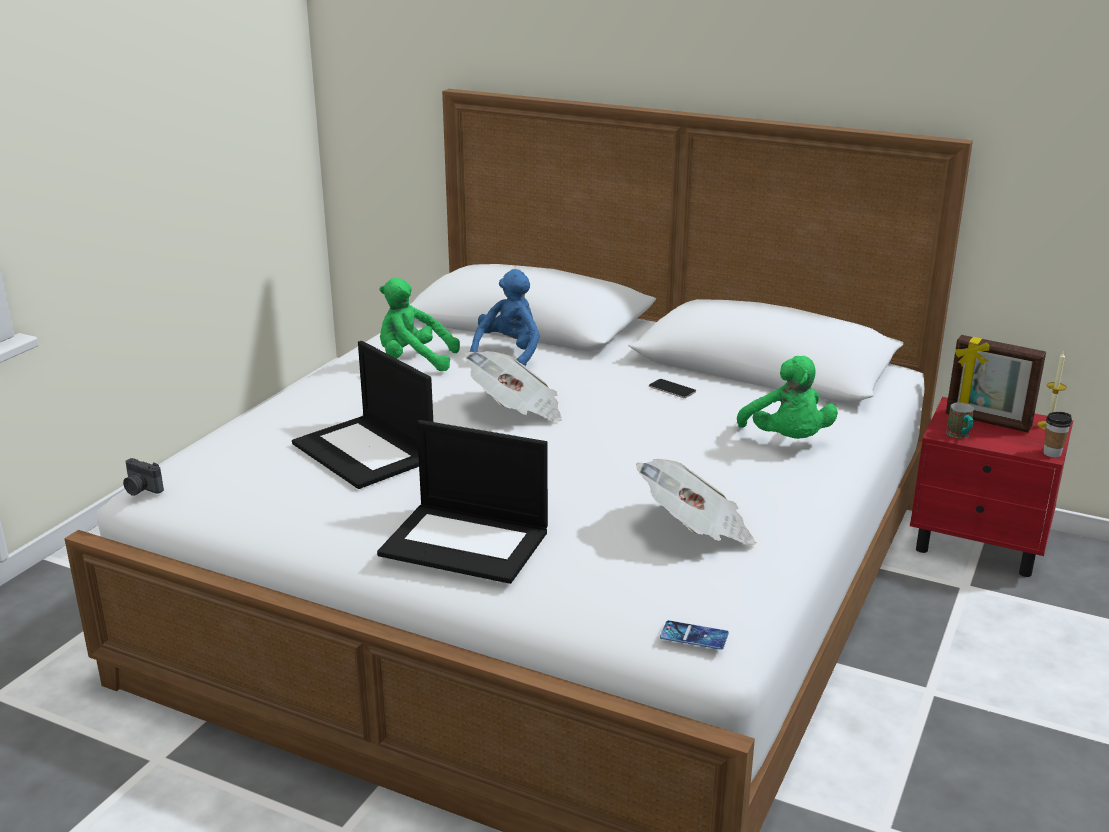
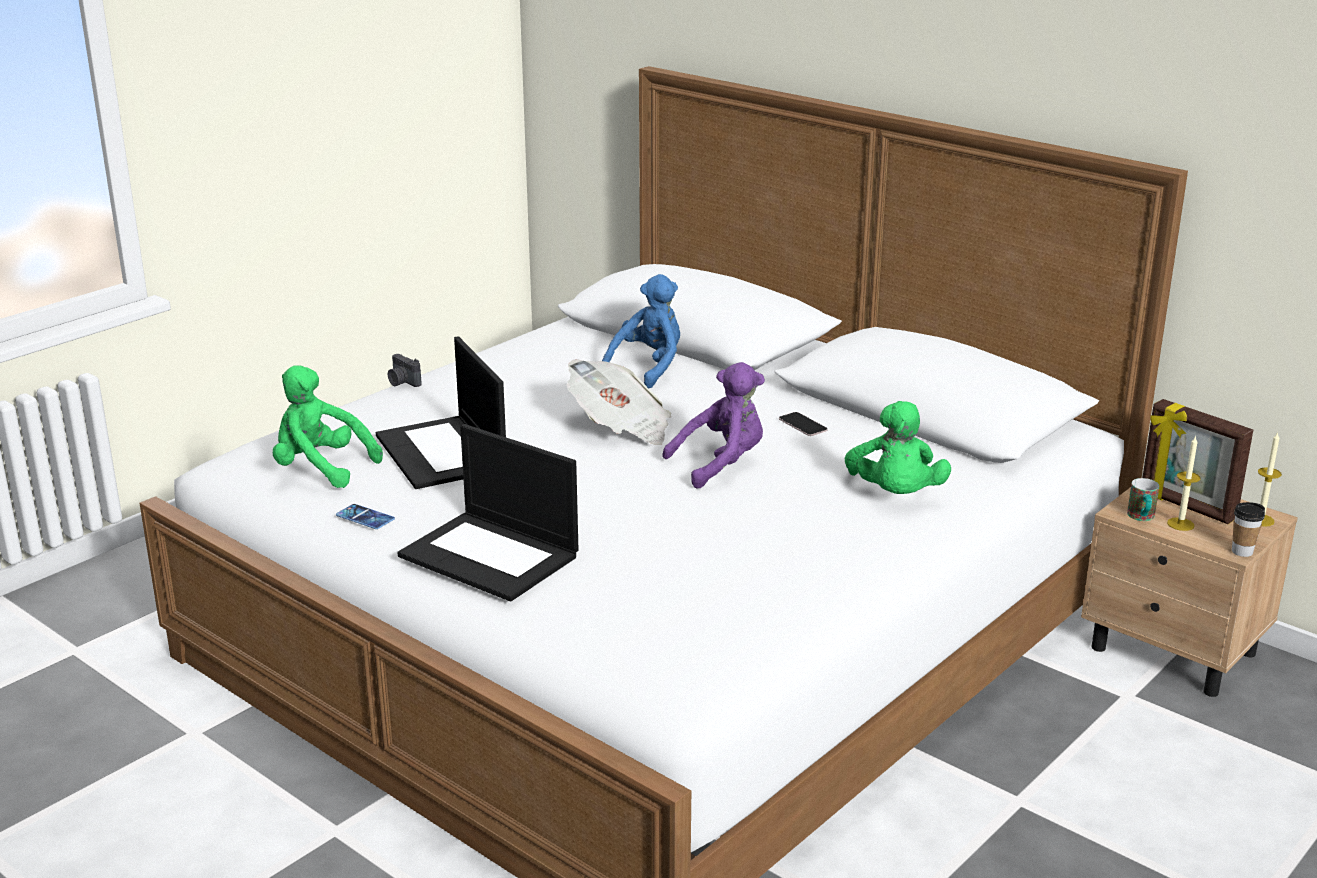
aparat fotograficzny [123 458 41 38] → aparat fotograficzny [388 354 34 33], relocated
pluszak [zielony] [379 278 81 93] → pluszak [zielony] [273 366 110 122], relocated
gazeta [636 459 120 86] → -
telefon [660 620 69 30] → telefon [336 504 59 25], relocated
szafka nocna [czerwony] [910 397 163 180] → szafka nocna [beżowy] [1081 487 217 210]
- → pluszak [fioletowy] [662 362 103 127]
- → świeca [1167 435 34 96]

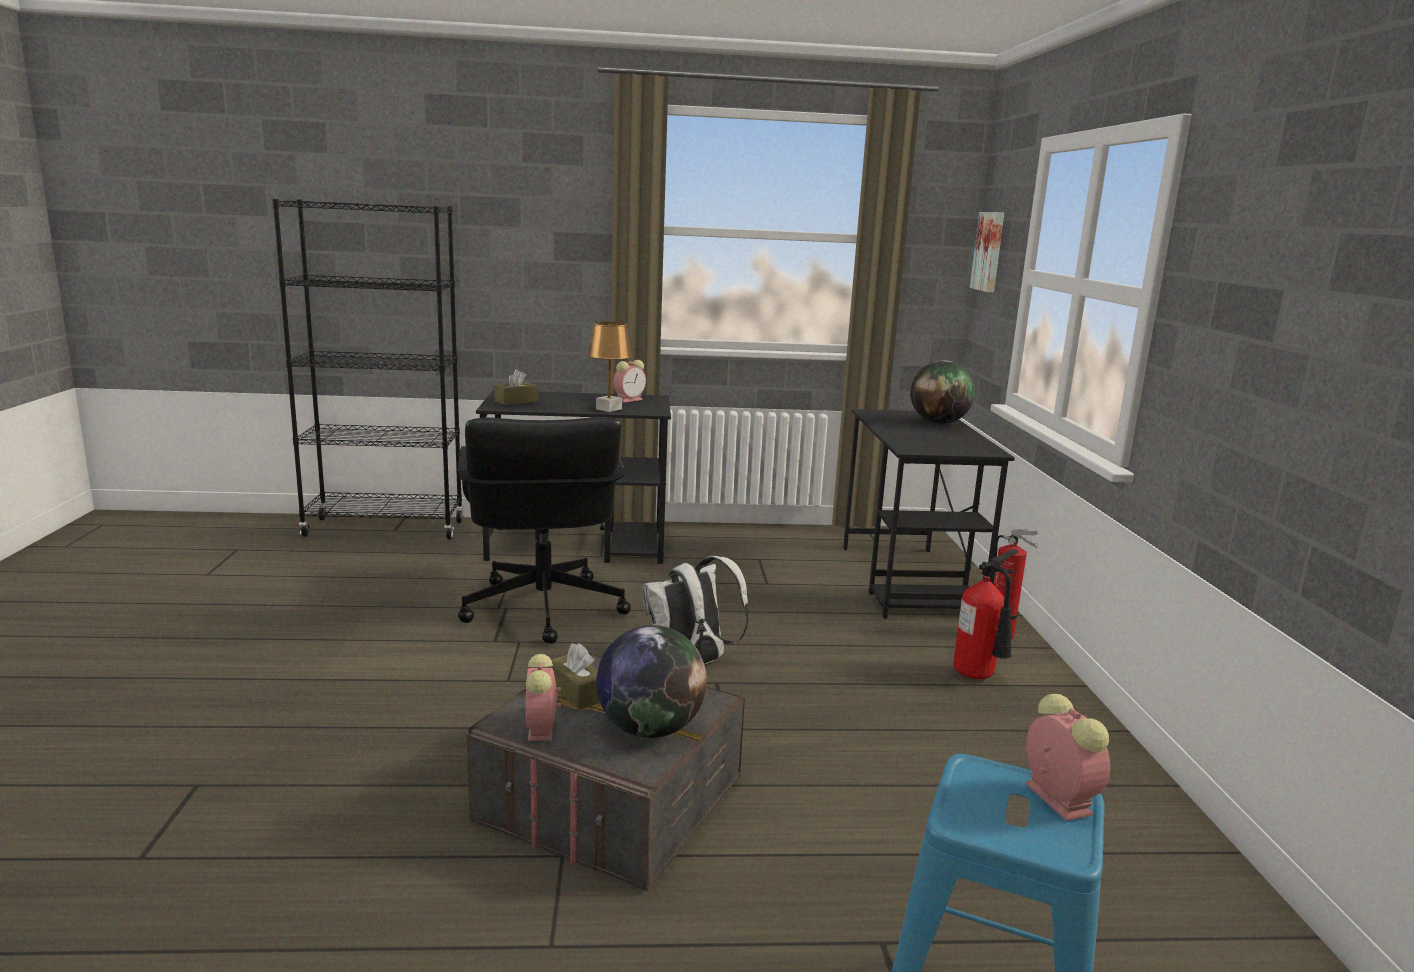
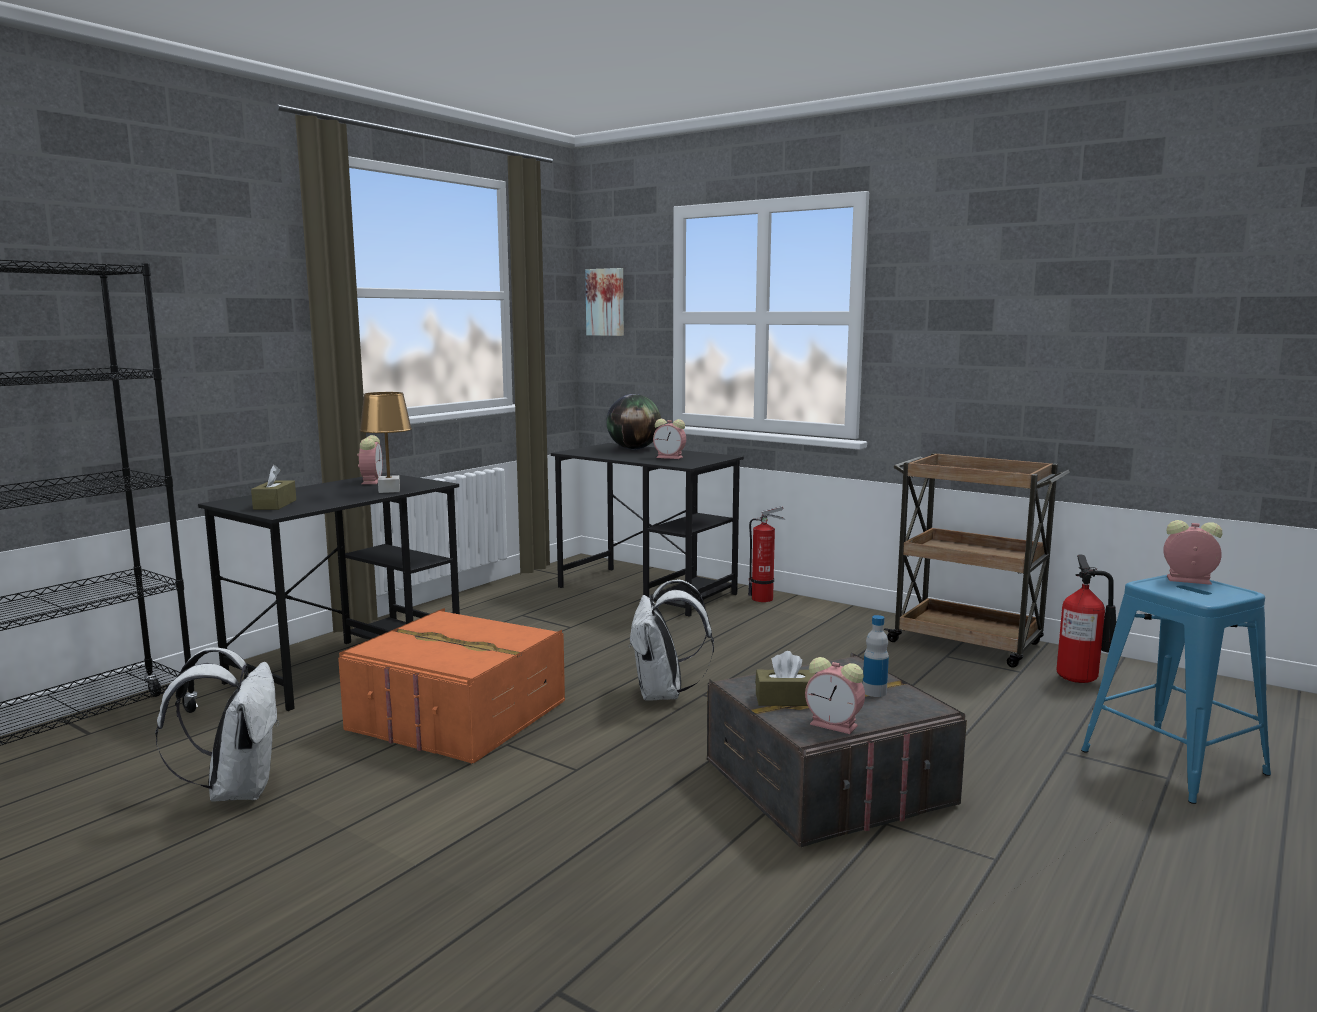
krzesło biurowe [czarny] [458 417 173 227] → pojemnik do przechowywania [pomarańczowy] [338 608 227 155]
globus [596 625 111 113] → butelka [863 615 26 82]
gaśnica [953 549 65 130] → gaśnica [1057 555 59 128], relocated
- → plecak [biały] [155 647 125 155]
- → budzik [653 419 33 40]
- → wózek [brązowy] [883 453 187 215]

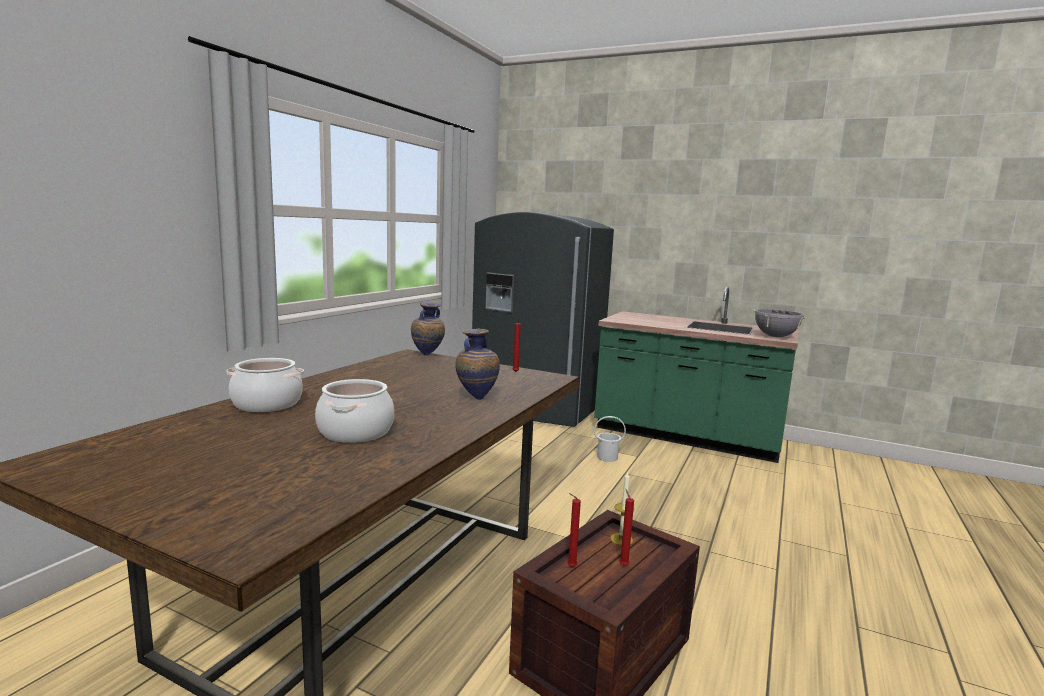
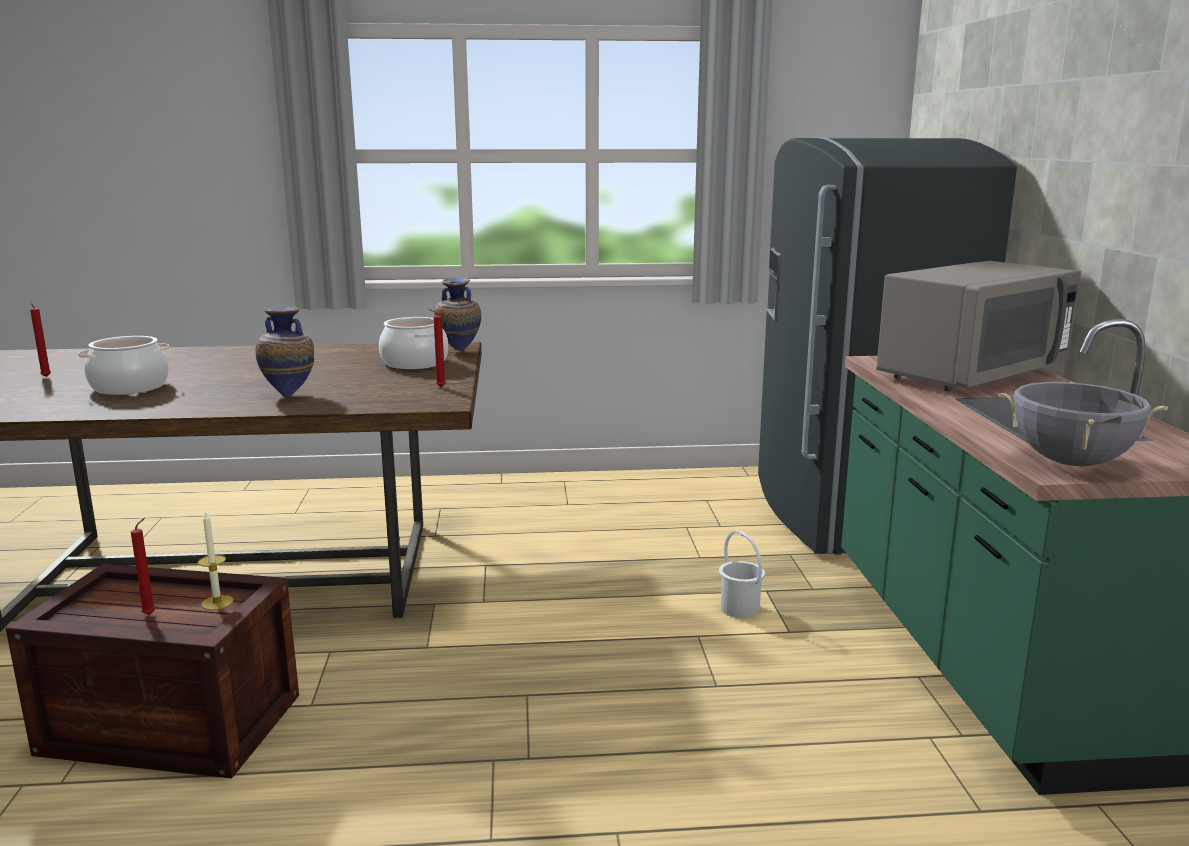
garnek [226 358 78 54] → garnek [379 317 69 52], relocated
świeca [czerwony] [567 493 14 74] → świeca [czerwony] [30 300 21 77], relocated
- → mikrofalówka [szary] [876 261 205 130]

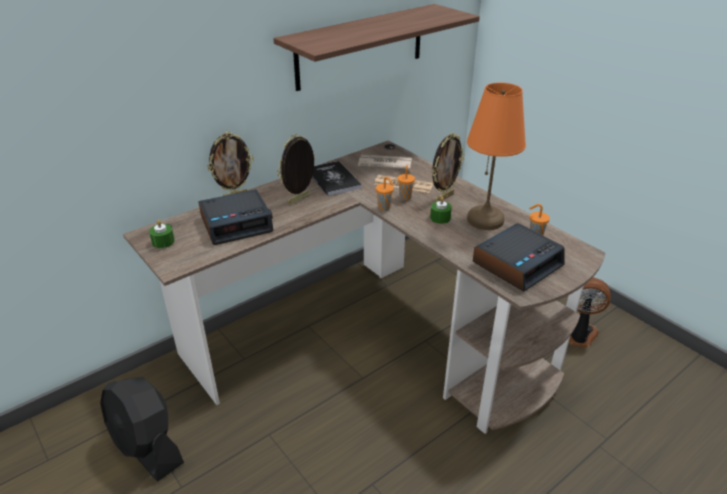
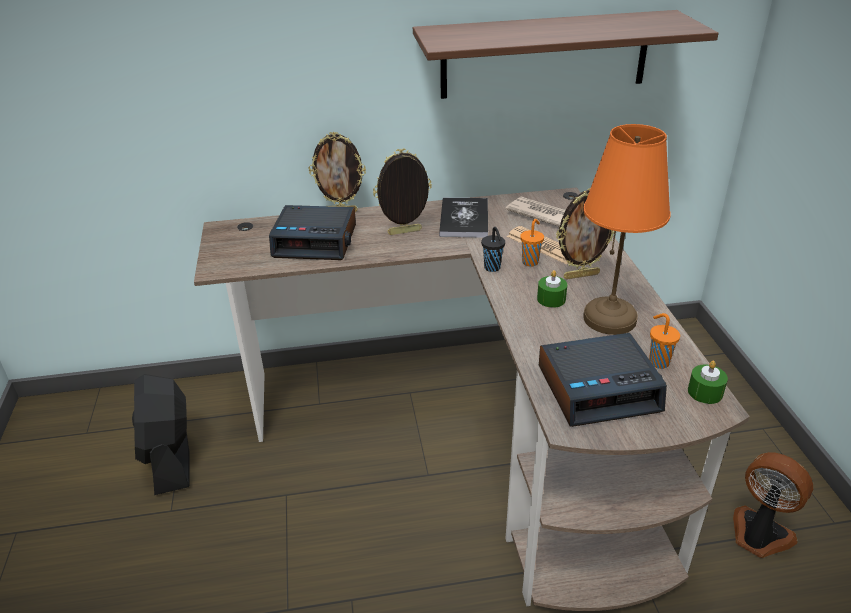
świeca [zielony] [149 220 26 28] → świeca [zielony] [688 361 40 43], relocated
filiżanka [pomarańczowy] [376 177 18 34] → filiżanka [czarny] [481 227 24 45]

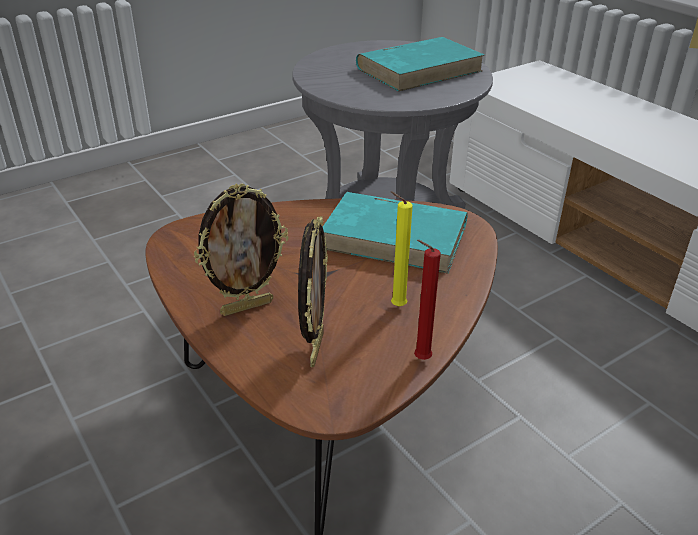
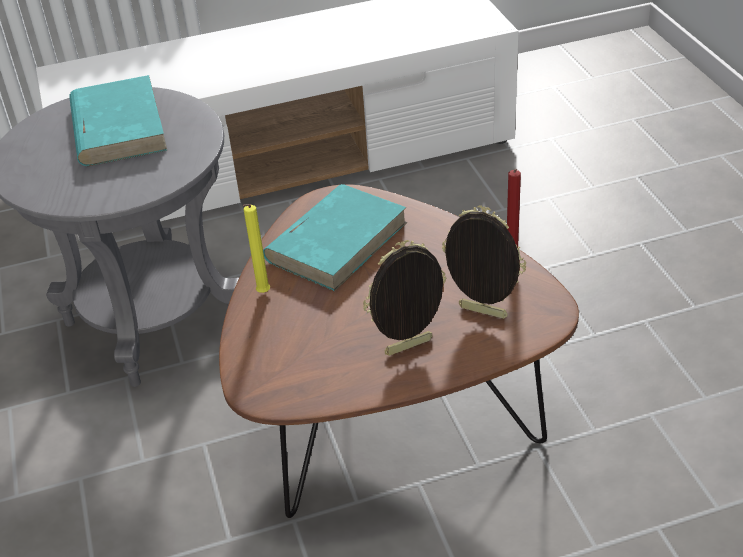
ramka na zdjęcie [194 183 94 133] → ramka na zdjęcie [363 240 83 116], 105 degrees counterclockwise
świeca [żółty] [391 191 22 116] → świeca [żółty] [243 204 27 89], relocated

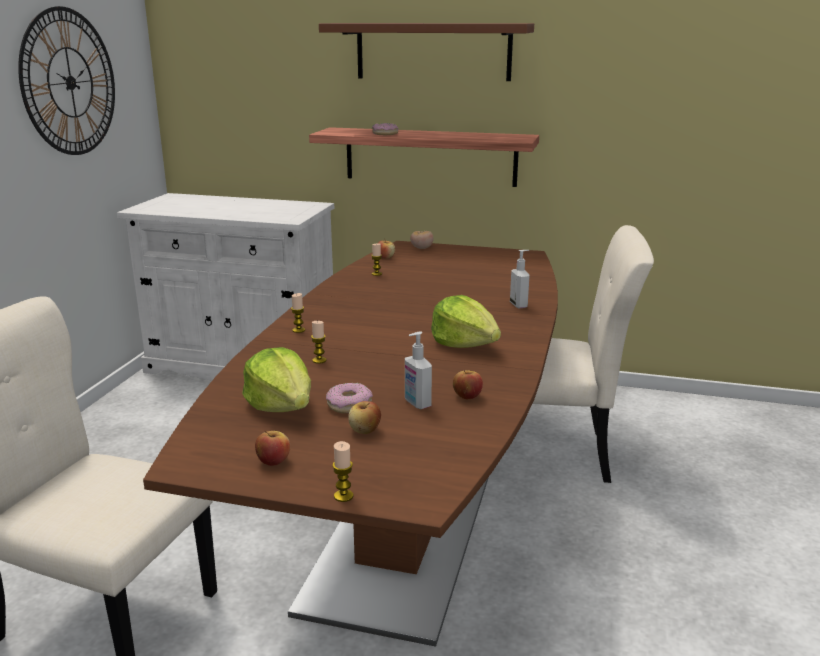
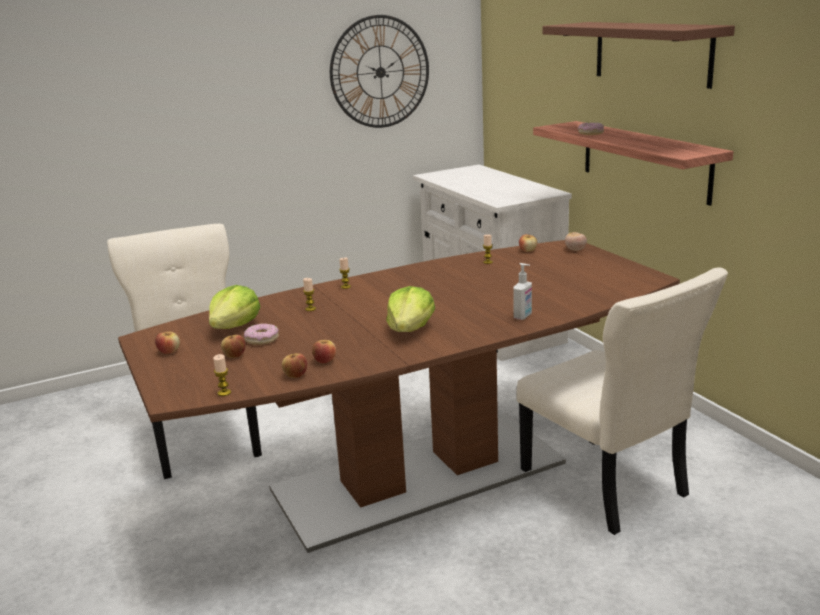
świeca [332 441 21 61] → świeca [213 354 18 42], relocated
dozownik mydła [405 331 27 78] → -
- → jabłko [282 353 25 25]

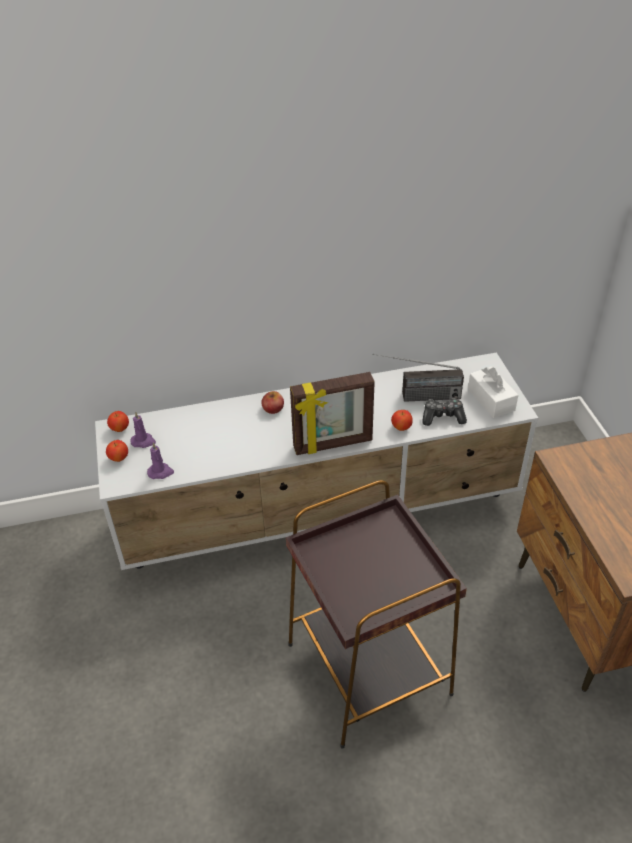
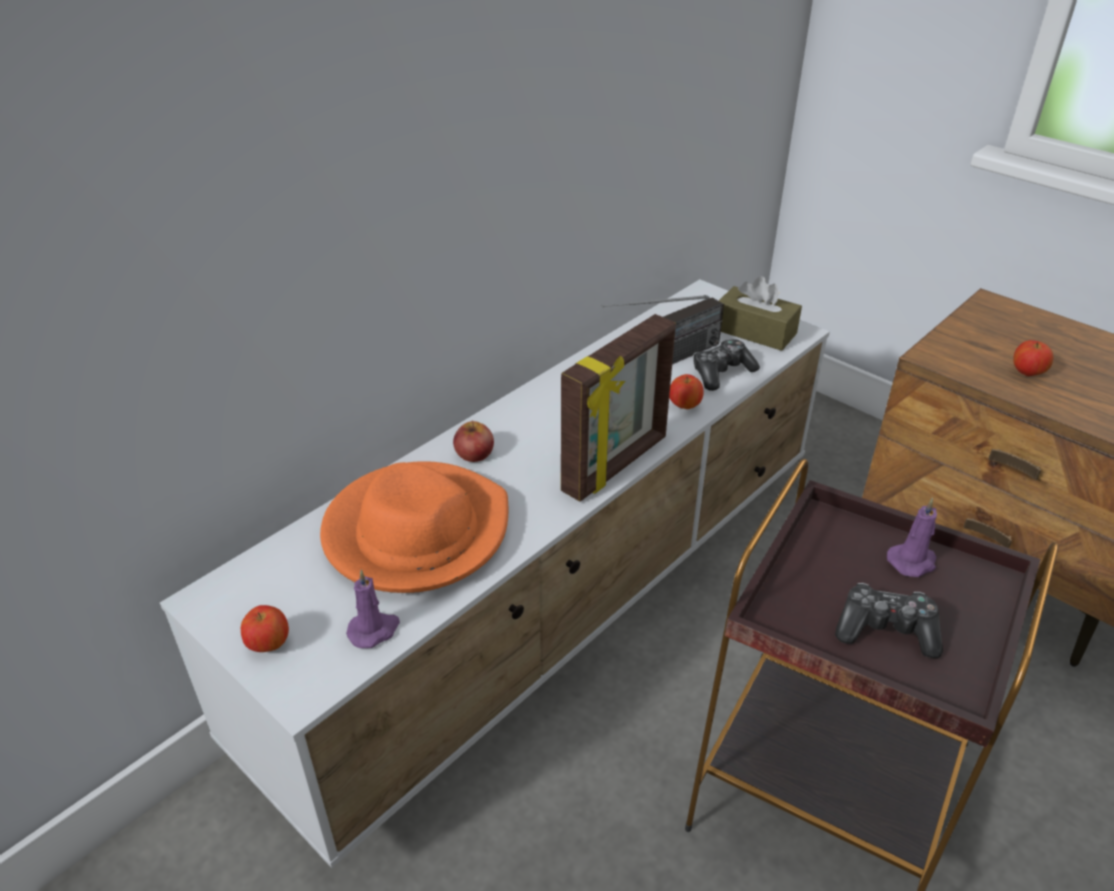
jabłko [107 411 22 21] → jabłko [1013 340 40 36], relocated
świeca [fioletowy] [130 412 26 36] → świeca [fioletowy] [887 498 50 79], relocated
pudełko chusteczek [biały] [468 367 50 51] → pudełko chusteczek [brązowy] [719 276 83 75]
- → kapelusz [pomarańczowy] [320 461 188 132]
- → pad do gier [835 583 108 75]

